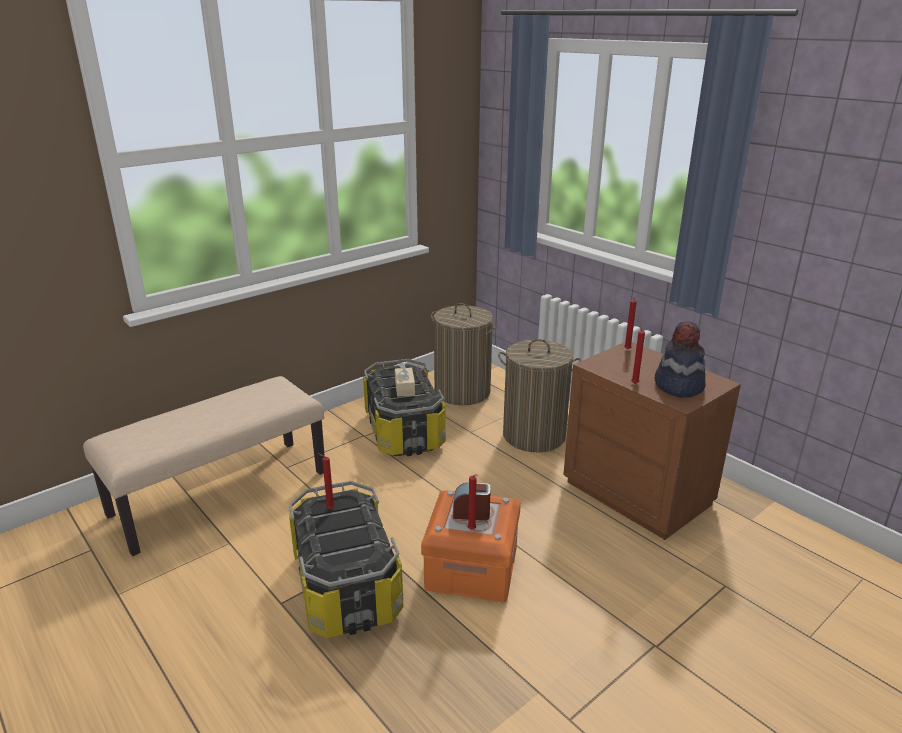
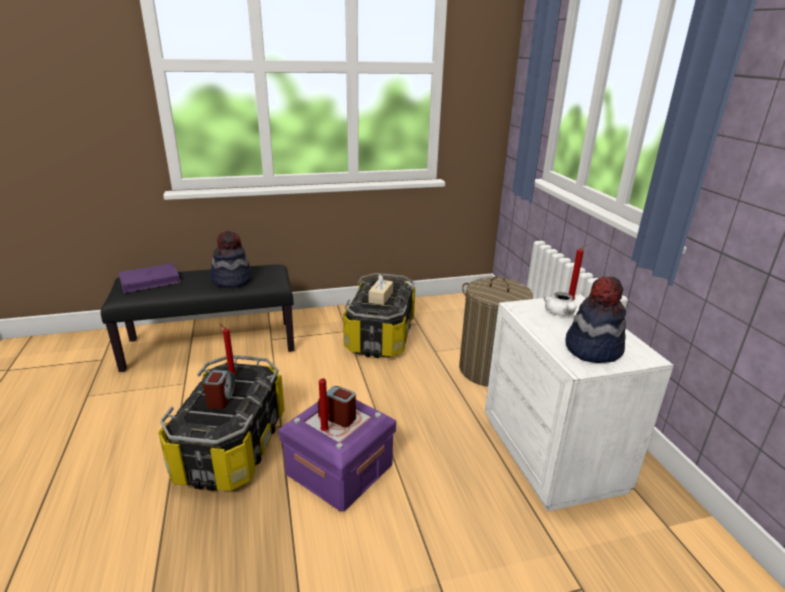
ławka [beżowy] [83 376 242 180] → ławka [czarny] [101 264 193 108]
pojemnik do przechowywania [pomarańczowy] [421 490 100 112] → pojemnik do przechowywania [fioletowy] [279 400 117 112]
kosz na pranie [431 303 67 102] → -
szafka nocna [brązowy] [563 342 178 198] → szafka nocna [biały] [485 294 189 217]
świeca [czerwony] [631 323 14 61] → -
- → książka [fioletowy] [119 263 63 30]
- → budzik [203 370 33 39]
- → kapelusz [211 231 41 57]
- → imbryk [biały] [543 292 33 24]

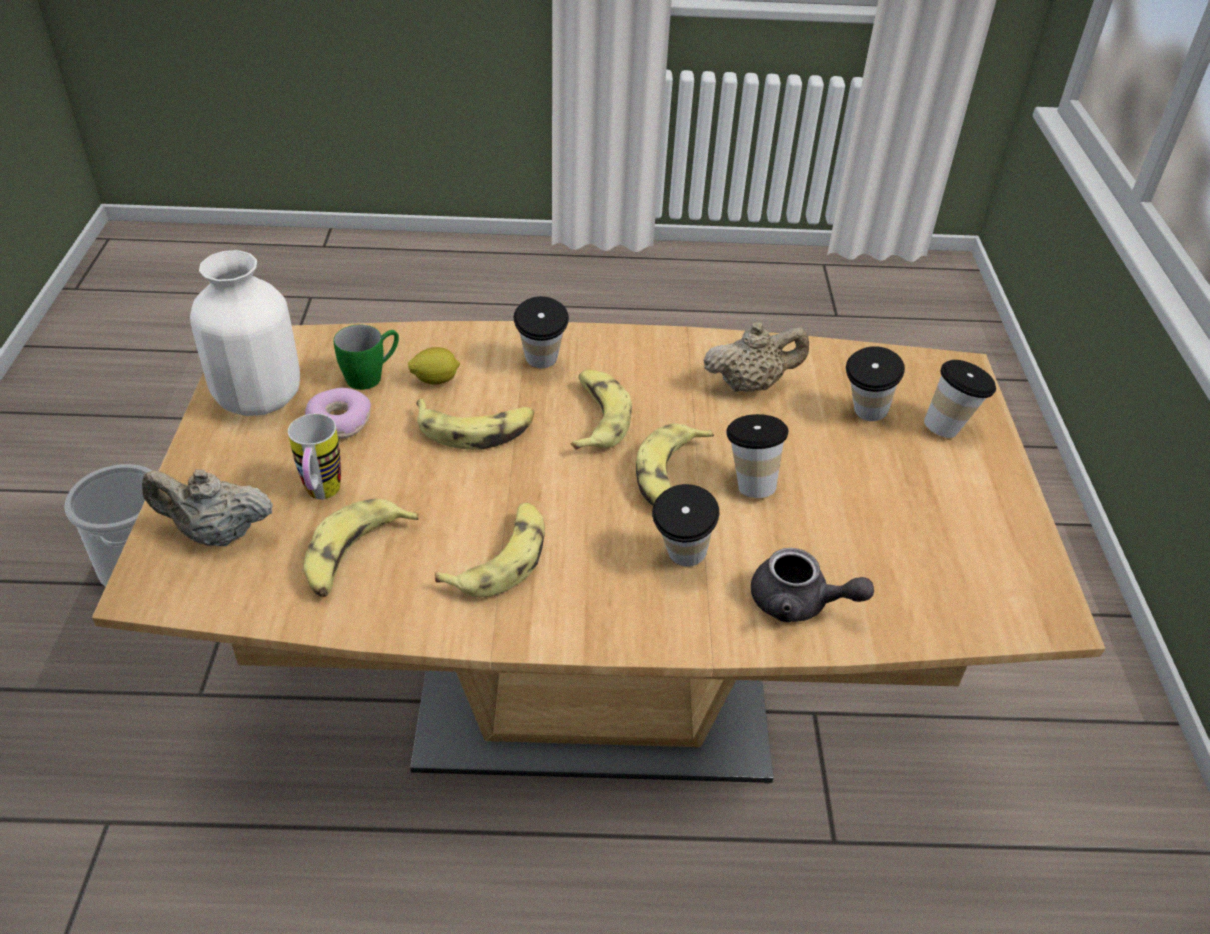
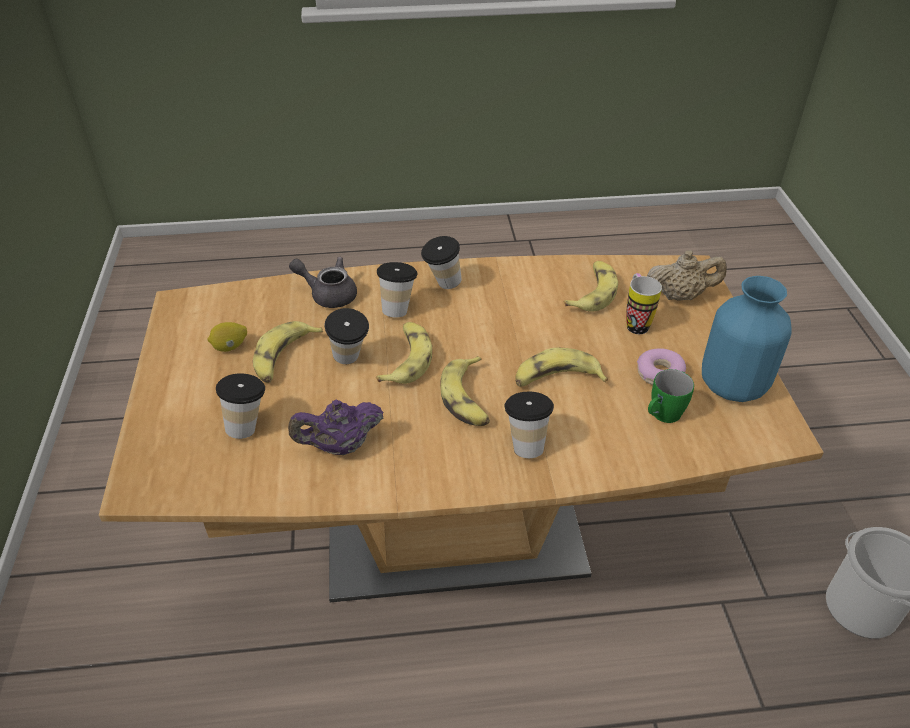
wazon [biały] [190 250 110 166] → wazon [niebieski] [702 276 90 126]
cytryna [408 347 52 38] → cytryna [208 322 39 30], relocated
banan [435 502 110 95] → banan [253 321 70 62], relocated
imbryk [beżowy] [704 322 105 70] → imbryk [fioletowy] [288 400 96 55]
filiżanka [924 360 72 78] → filiżanka [421 236 40 53], relocated

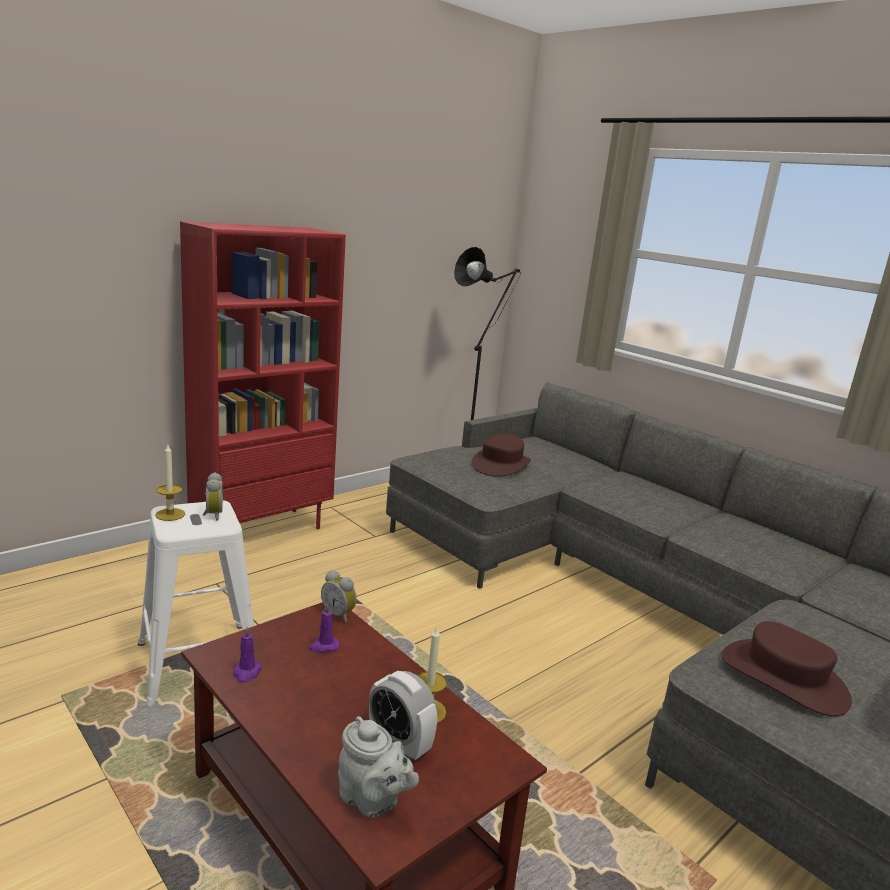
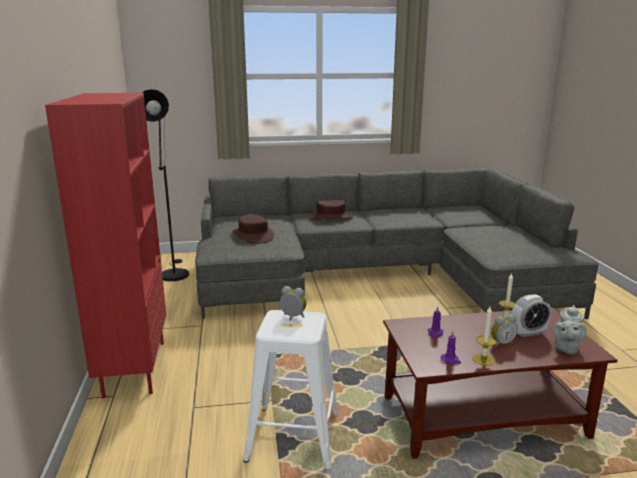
świeca [155 445 30 76] → świeca [472 307 24 59], relocated
budzik [321 570 36 53] → budzik [491 314 27 33], relocated
imbryk [szary] [338 716 81 102] → imbryk [szary] [553 305 34 49], 135 degrees clockwise
kapelusz [brązowy] [722 621 130 96] → kapelusz [brązowy] [308 200 45 20], relocated

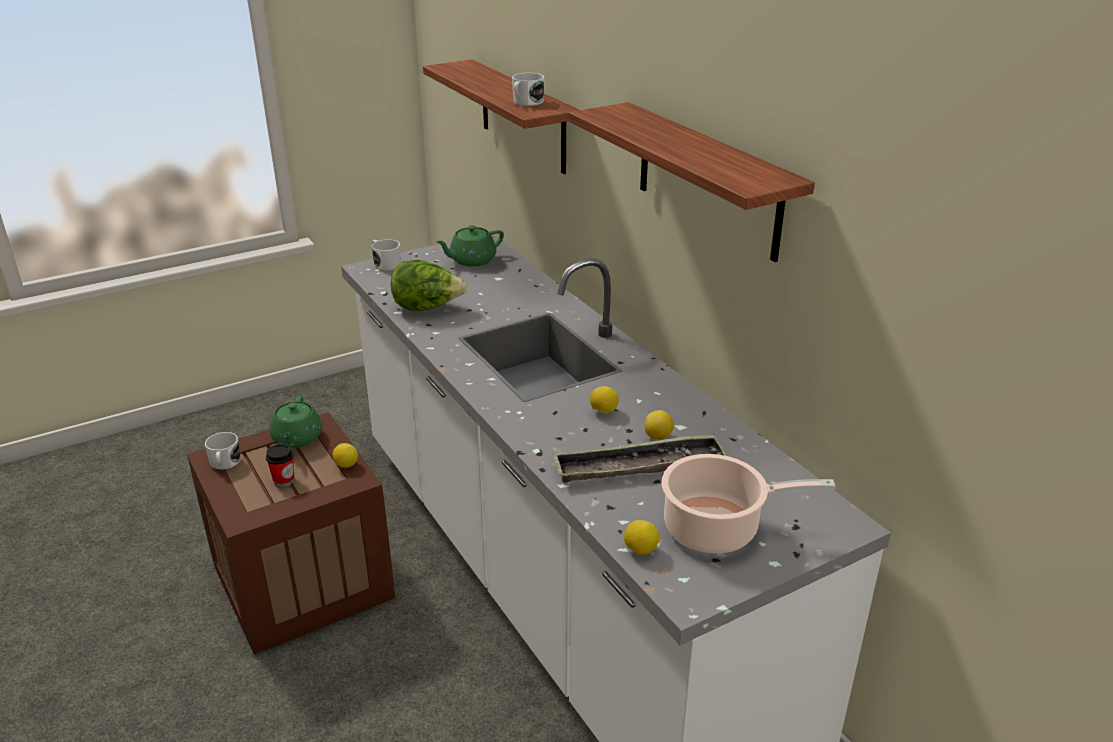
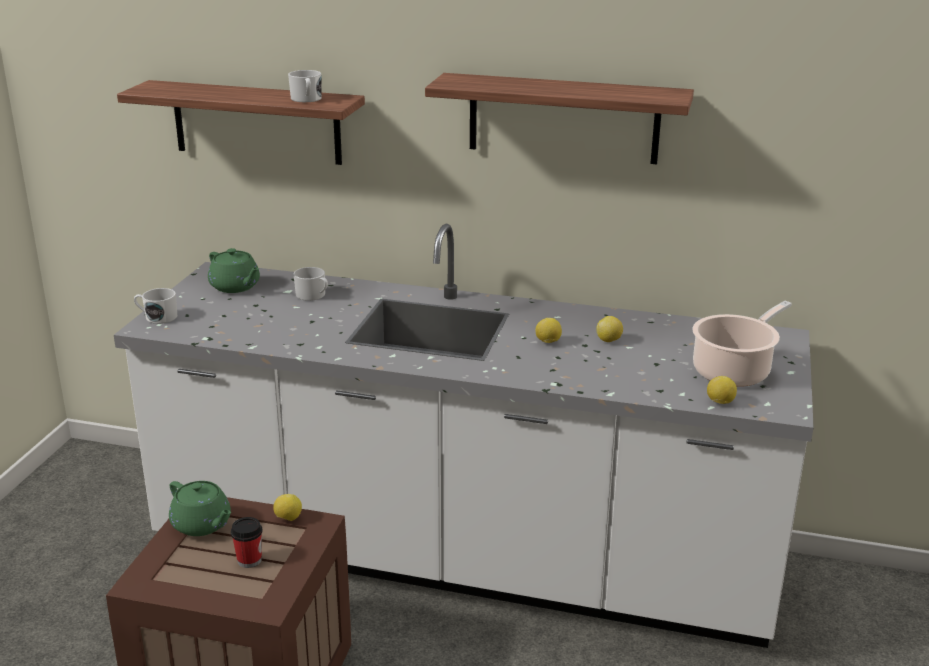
kubek [biały] [205 432 36 37] → kubek [biały] [293 267 35 34], relocated
sałata [391 260 76 51] → -
imbryk [zielony] [436 225 68 42] → imbryk [zielony] [208 248 52 45], 60 degrees counterclockwise
taca [553 434 174 49] → -

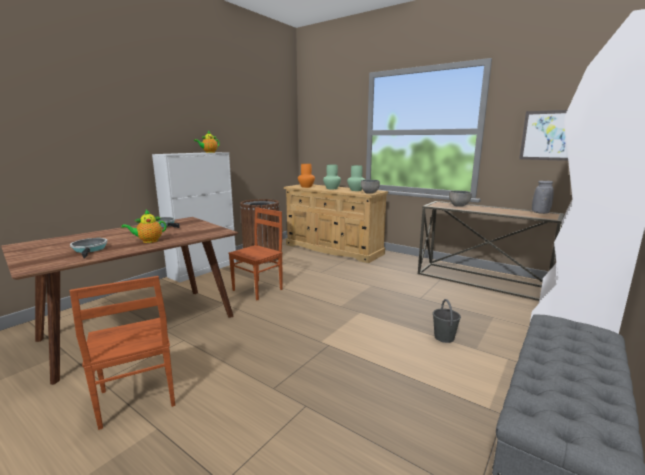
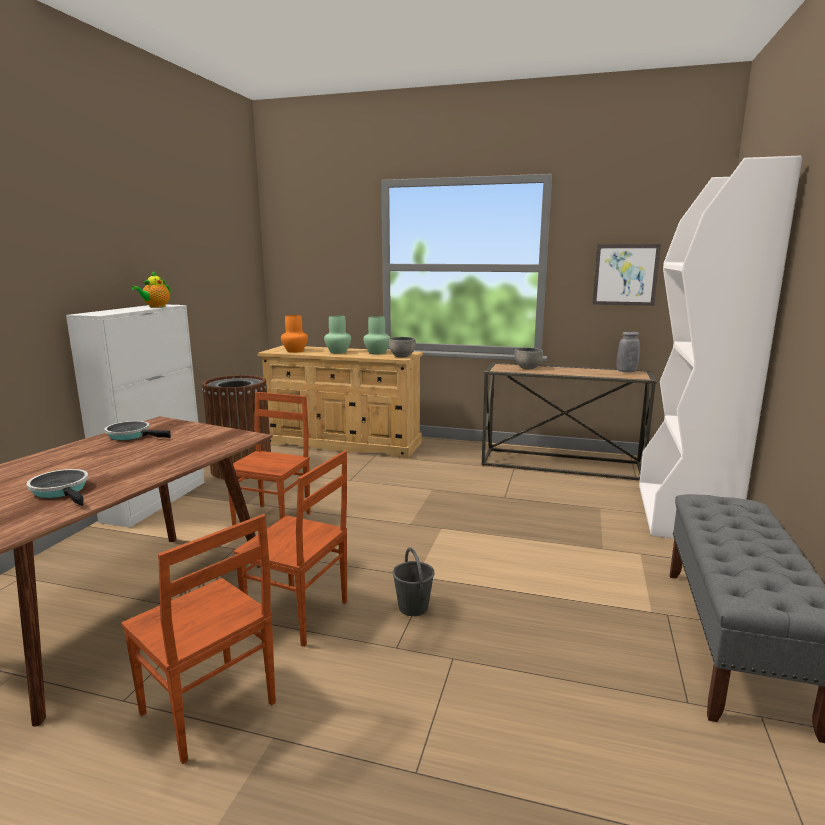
imbryk [121 210 45 33] → -
wiadro [szary] [433 299 28 44] → wiadro [szary] [393 547 42 69], relocated
- → krzesło [brązowy] [234 450 113 197]

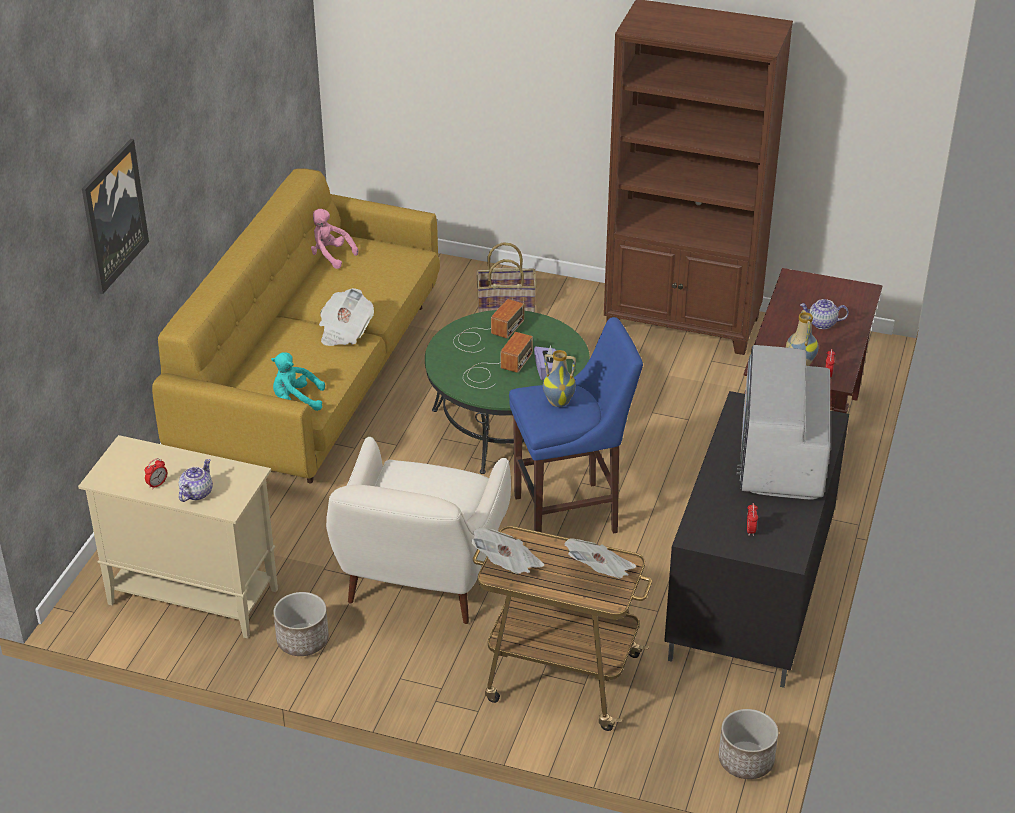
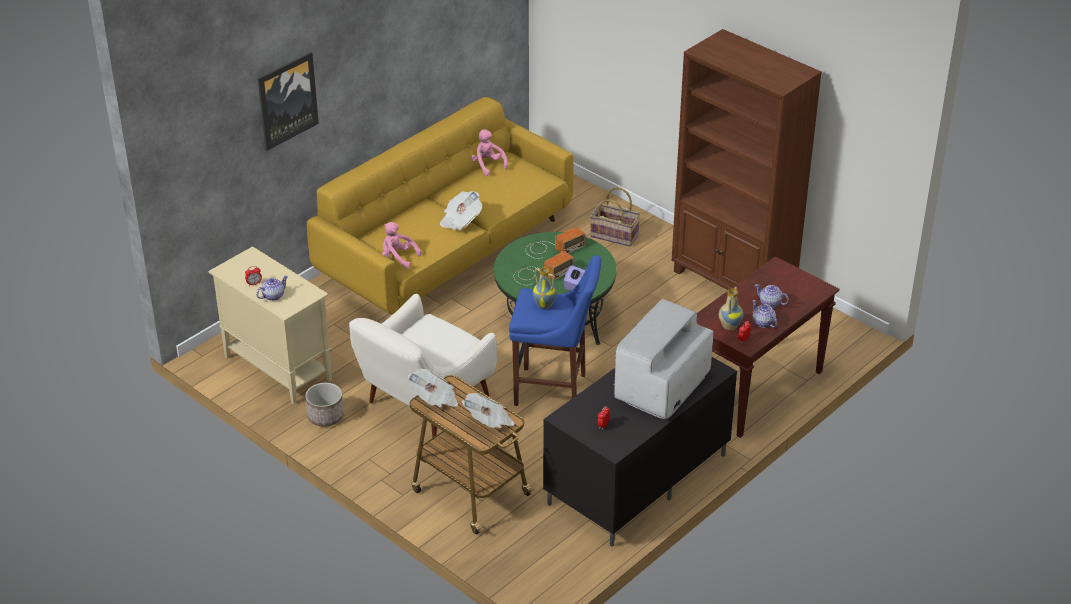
pluszak [turkusowy] [271 352 54 59] → pluszak [różowy] [382 222 39 47]
donica [719 709 59 70] → -
- → imbryk [752 300 25 28]

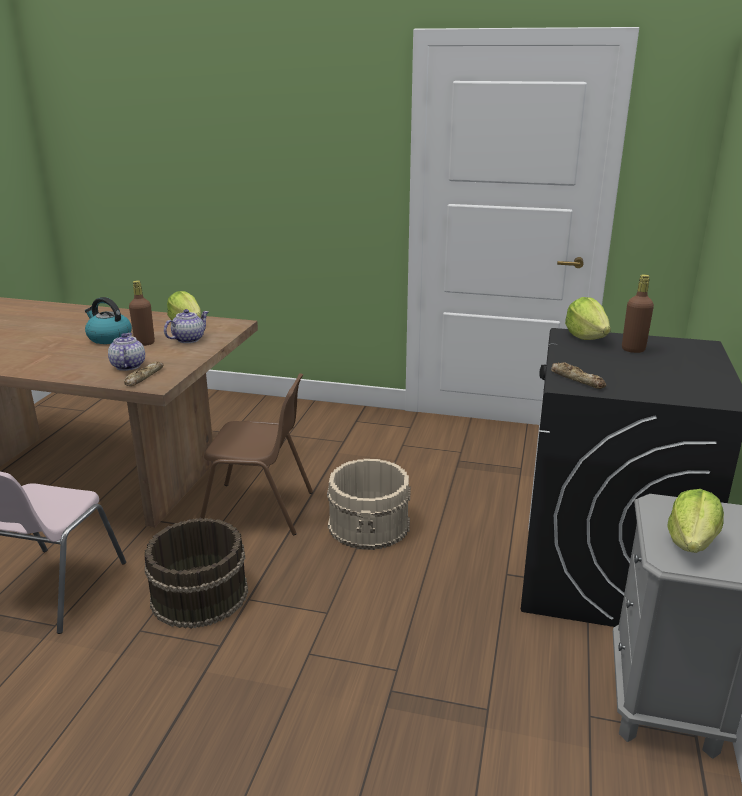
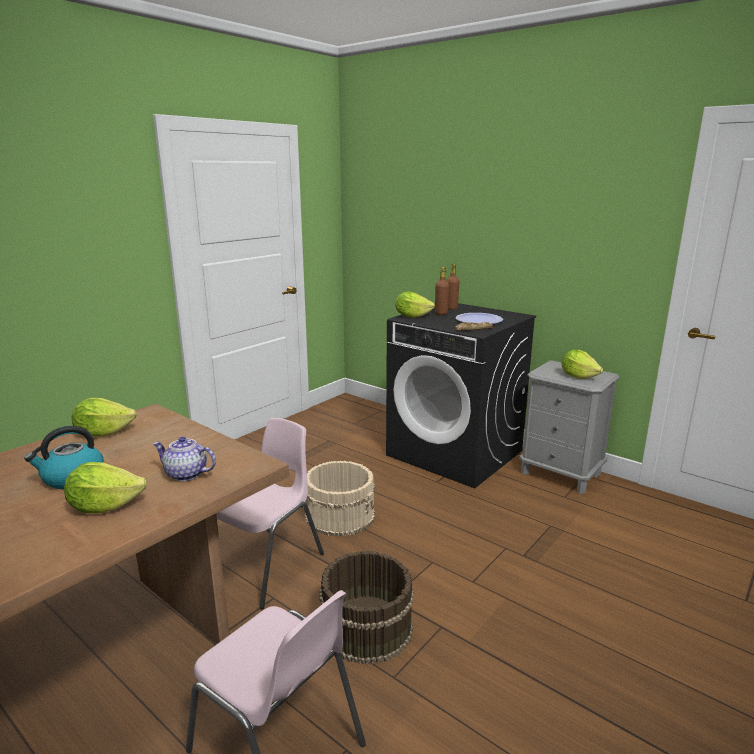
chleb [124 361 40 25] → -
butelka [brązowy] [129 280 26 66] → butelka [brązowy] [446 264 13 46], relocated
imbryk [164 309 45 34] → -
krzesło [brązowy] [200 373 113 162] → krzesło [różowy] [216 418 108 191]
- → sałata [64 462 83 51]
- → talerz [456 313 47 11]

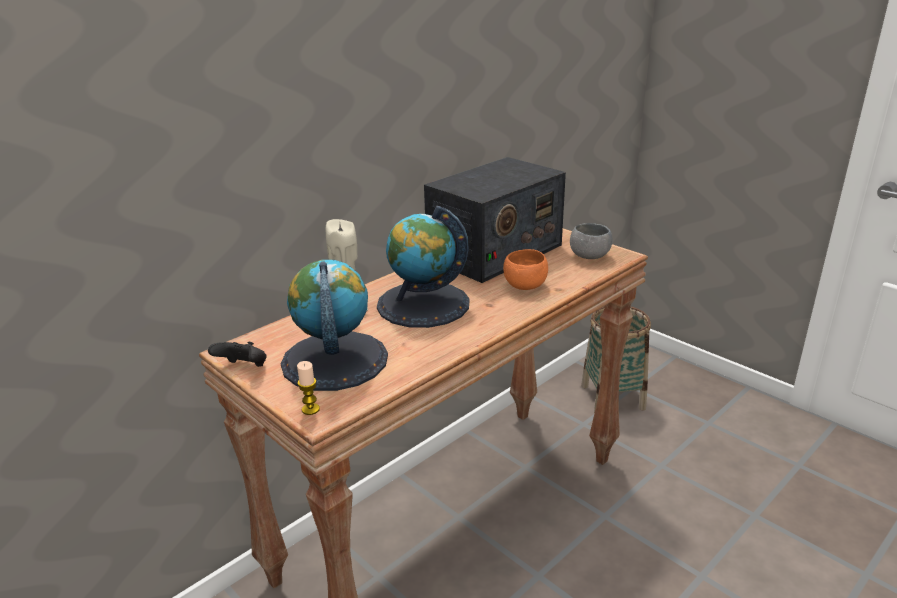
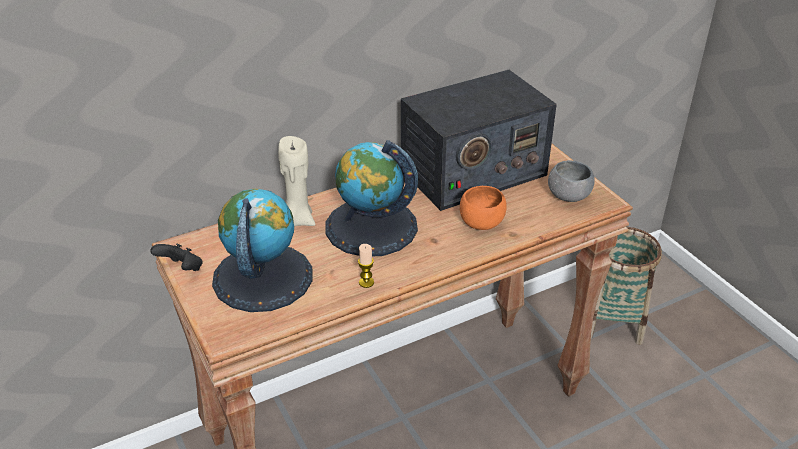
świeca [297 361 23 54] → świeca [358 244 16 44], relocated

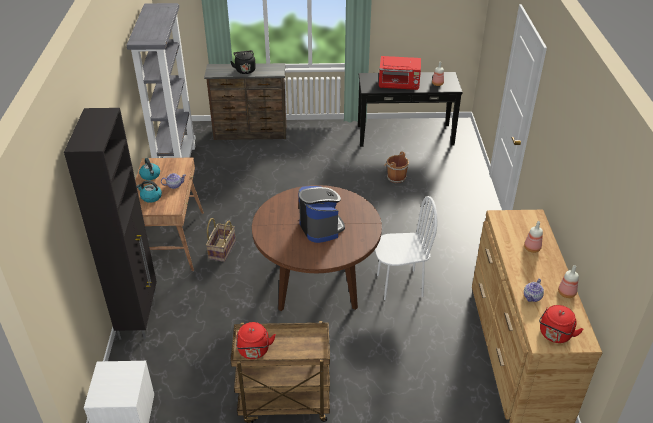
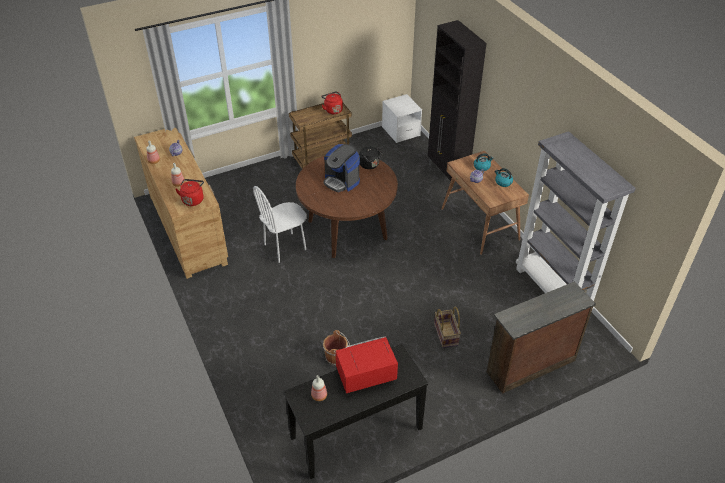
koszyk [206 218 30 44] → koszyk [434 306 27 42], relocated
czajnik [czarny] [230 50 26 24] → czajnik [czarny] [359 147 24 22], relocated
czajnik [czerwony] [539 305 44 38] → czajnik [czerwony] [175 179 29 27], relocated

